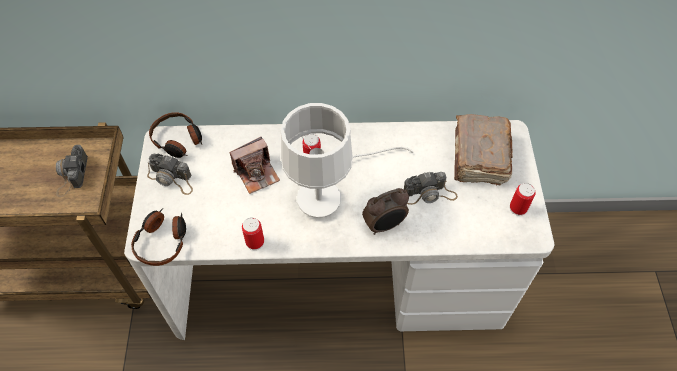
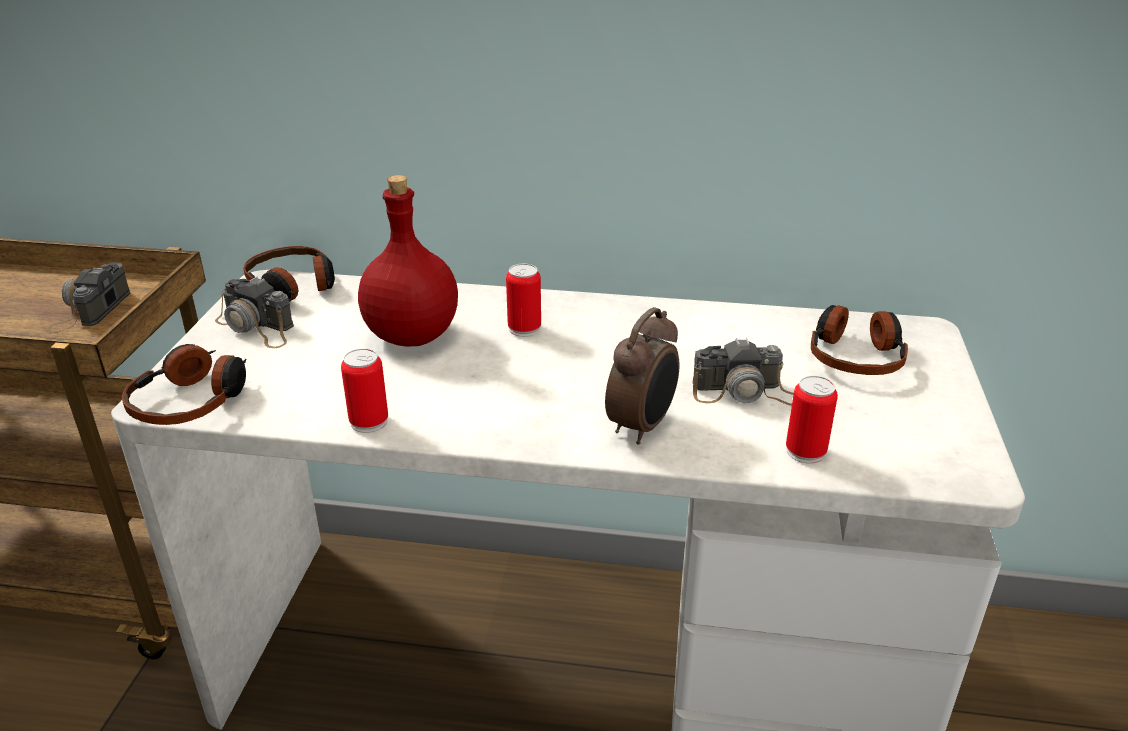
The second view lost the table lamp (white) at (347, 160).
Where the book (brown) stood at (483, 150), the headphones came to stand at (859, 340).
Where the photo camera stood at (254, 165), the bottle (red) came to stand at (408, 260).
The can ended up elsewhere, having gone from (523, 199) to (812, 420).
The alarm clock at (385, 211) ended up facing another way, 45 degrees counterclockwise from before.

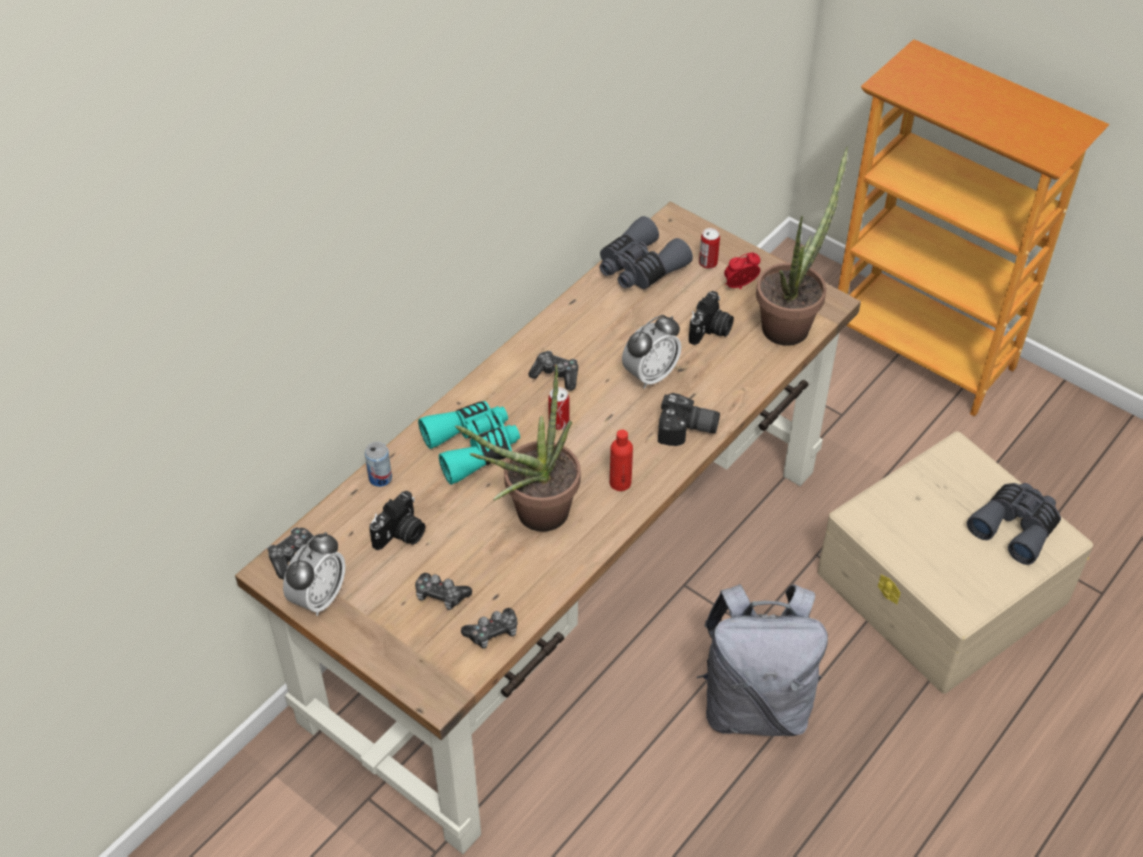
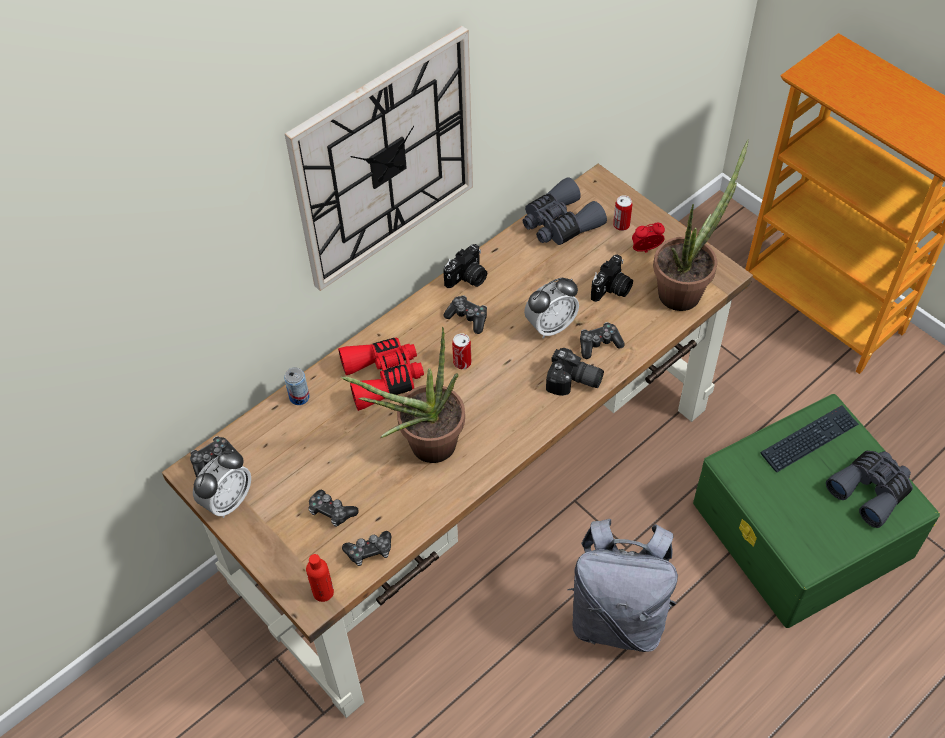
What was the binoculars (turquoise) at (469, 443) turned into the binoculars (red) at (381, 374).
The bottle (red) ended up elsewhere, having gone from (621, 460) to (320, 578).
What was the storage box (beige) at (955, 562) turned into the storage box (green) at (816, 511).
The photo camera ended up elsewhere, having gone from (397, 520) to (465, 266).
The second view gained the wall clock at (379, 158).
The second view gained the game controller at (602, 340).
The second view gained the keyboard at (810, 438).

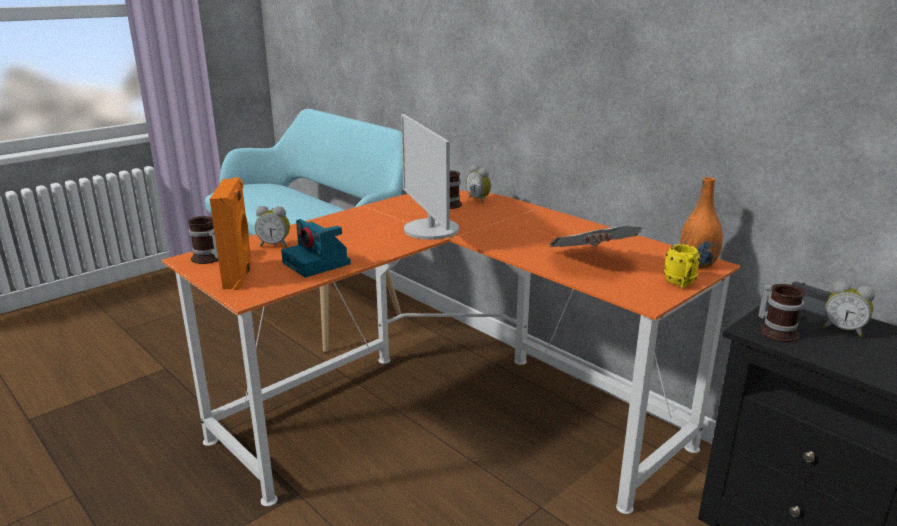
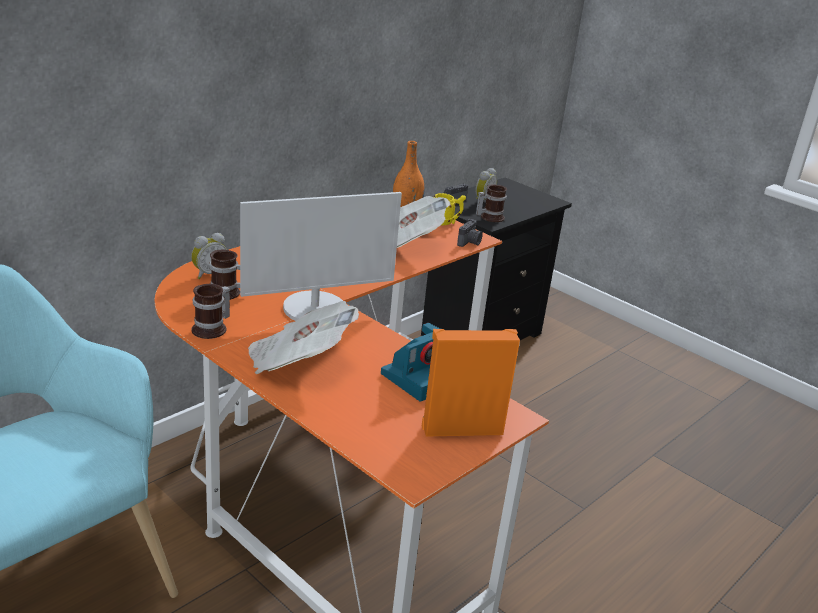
The second view lost the alarm clock at (272, 226).
The mug ended up elsewhere, having gone from (203, 240) to (210, 311).
The second view gained the photo camera at (470, 233).
The second view gained the newspaper at (303, 337).

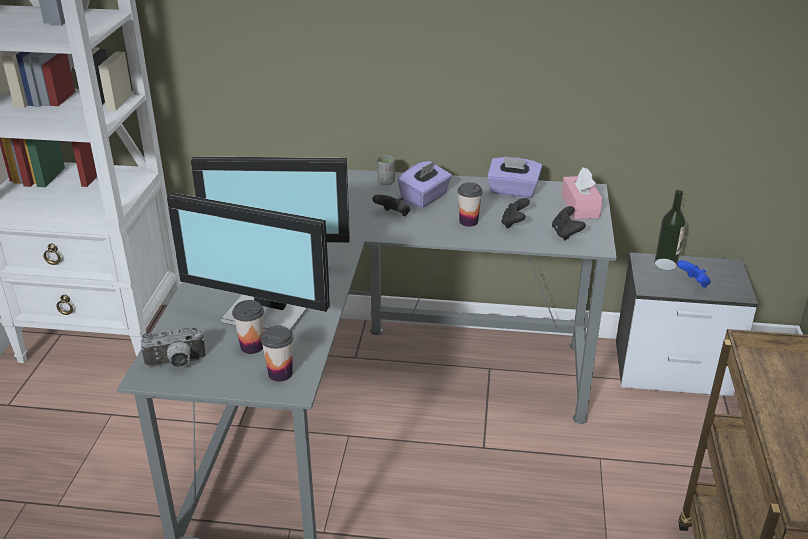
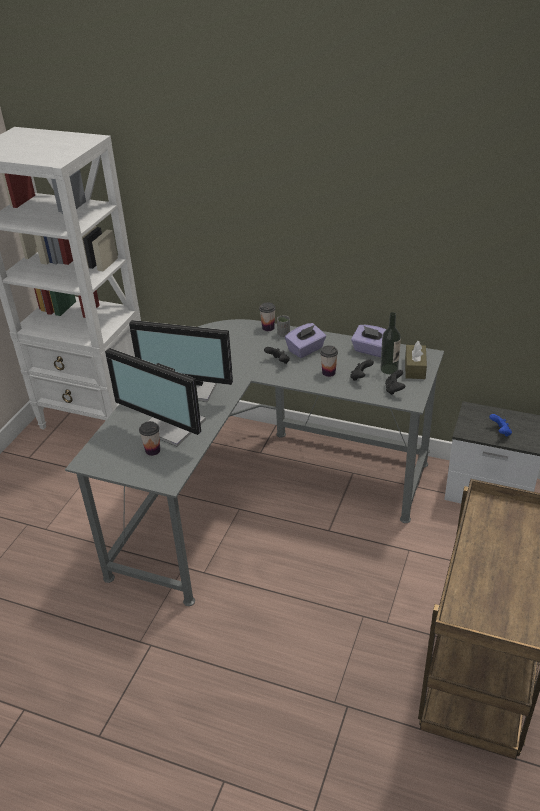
What was the tissue box (pink) at (582, 193) turned into the tissue box (brown) at (416, 360).
The bottle ended up elsewhere, having gone from (670, 230) to (390, 343).
The cup ended up elsewhere, having gone from (277, 354) to (267, 316).
The second view lost the photo camera at (173, 347).

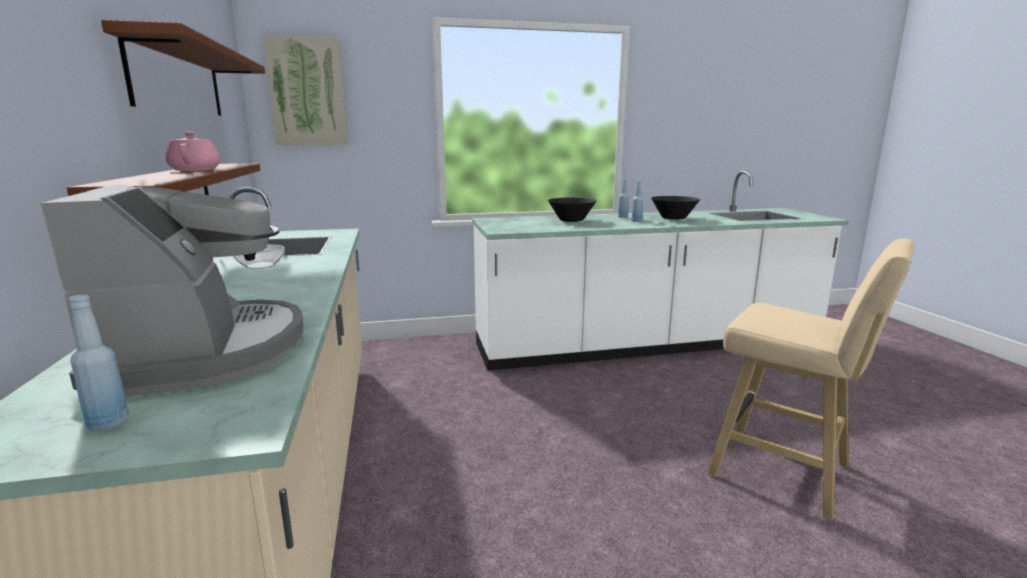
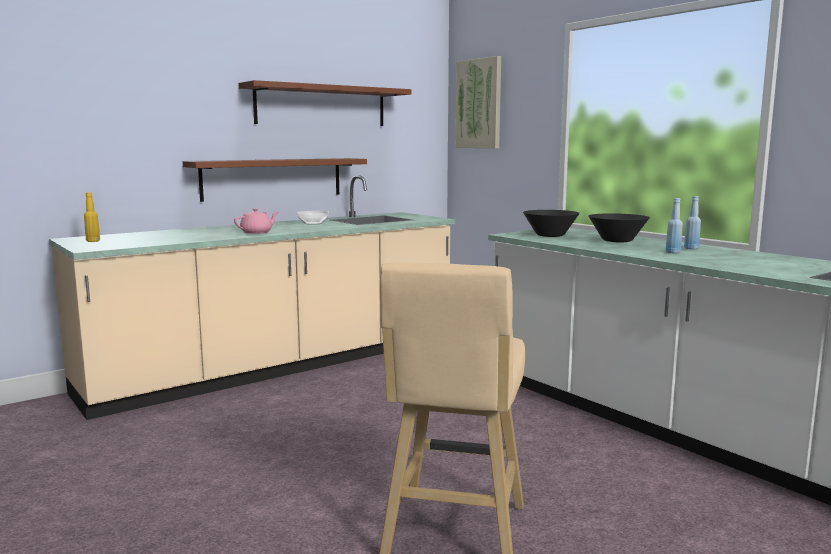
The teapot (pink) ended up elsewhere, having gone from (193, 151) to (256, 221).
The second view lost the coffee machine at (172, 290).
The bowl (black) ended up elsewhere, having gone from (675, 208) to (551, 223).
What was the bottle (blue) at (98, 363) turned into the bottle (yellow) at (92, 217).

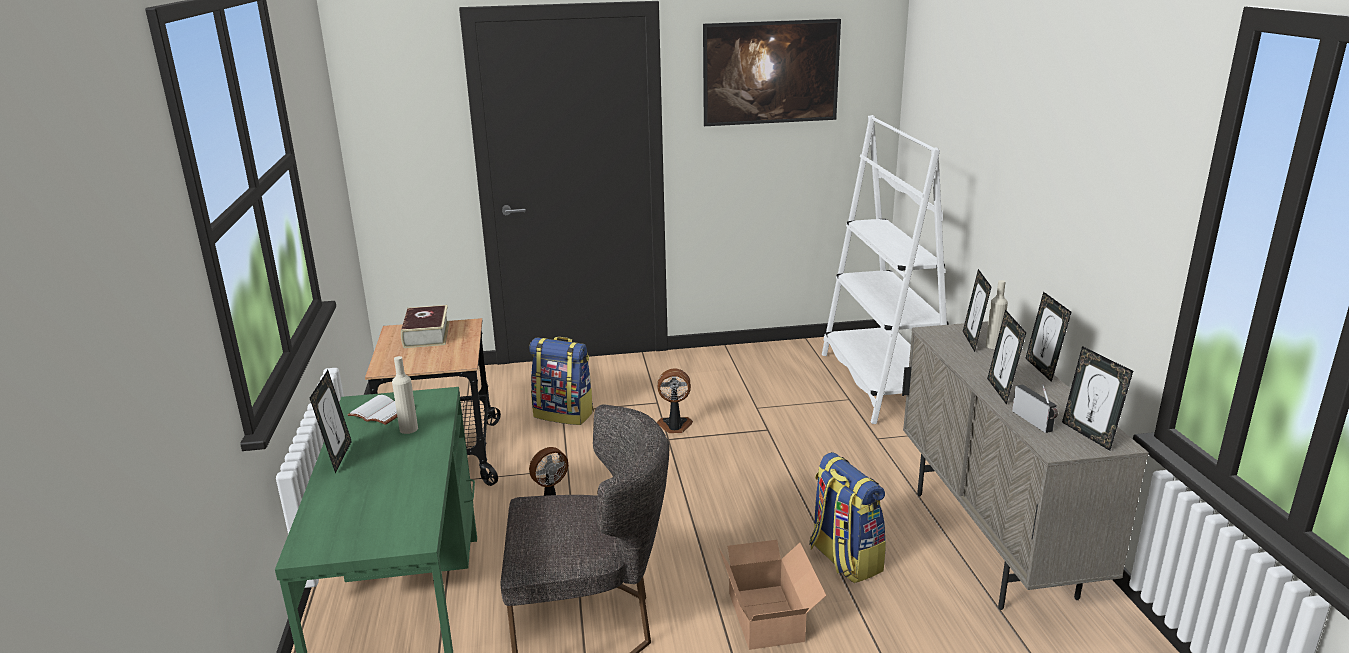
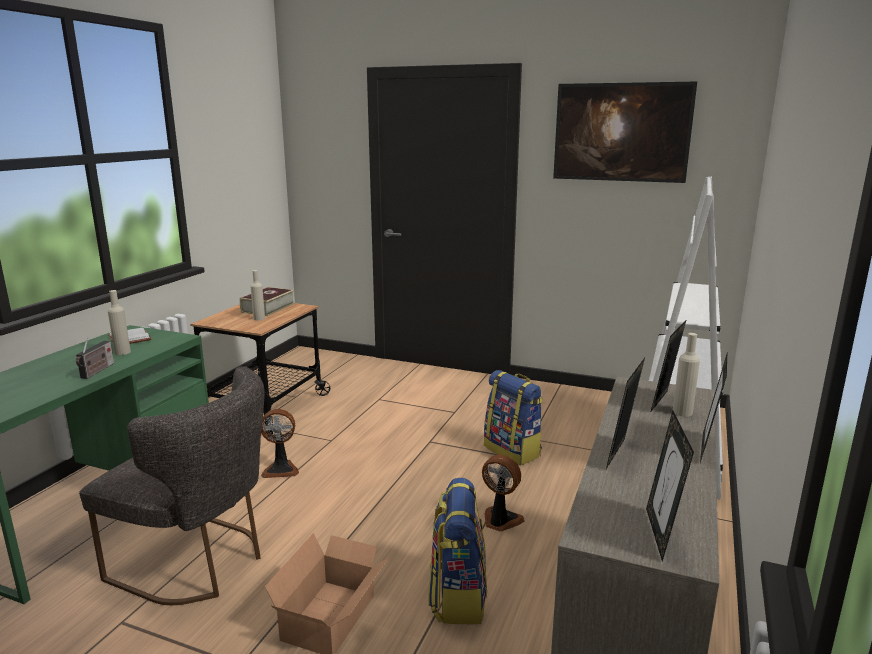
The backpack ended up elsewhere, having gone from (561, 381) to (513, 418).
The fan ended up elsewhere, having gone from (675, 400) to (503, 493).
The second view lost the picture frame at (331, 422).
The radio ended up elsewhere, having gone from (1035, 408) to (95, 358).
The second view gained the bottle (beige) at (257, 295).

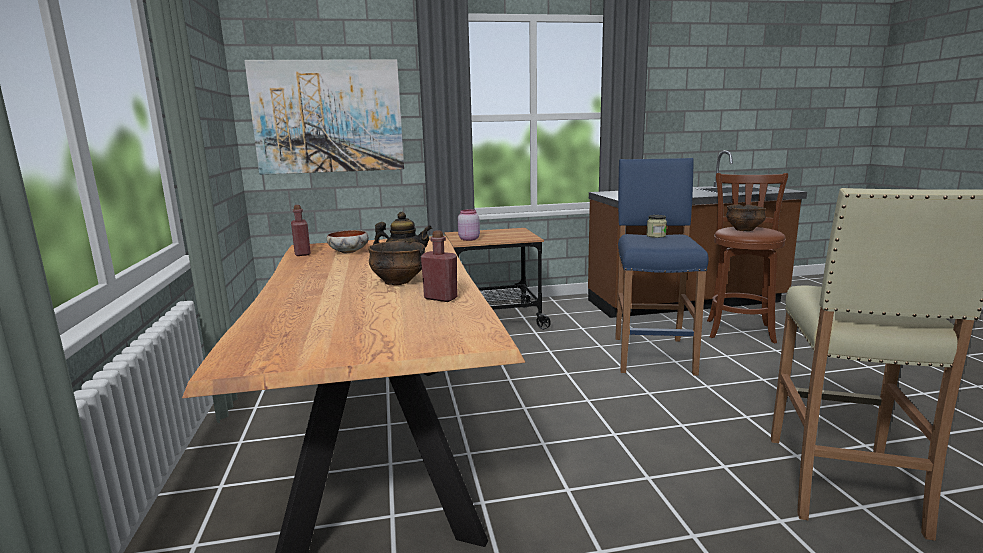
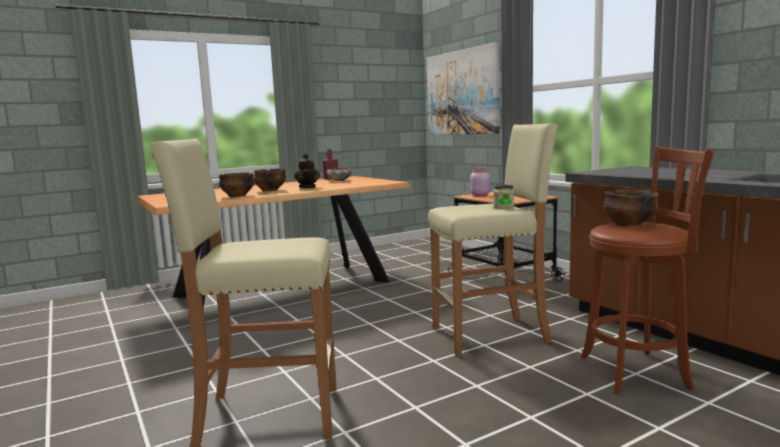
What was the stool (blue) at (662, 267) turned into the stool (beige) at (493, 239).
Where the bottle (red) stood at (439, 266), the bowl came to stand at (237, 184).

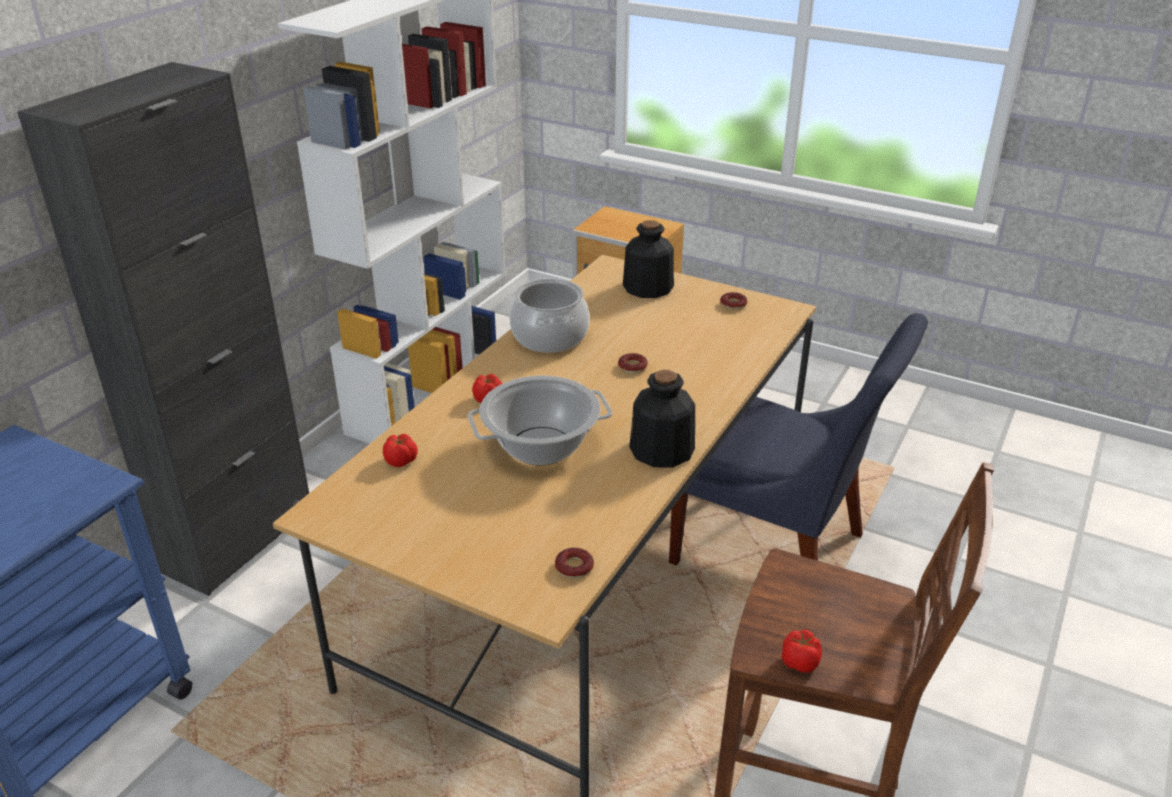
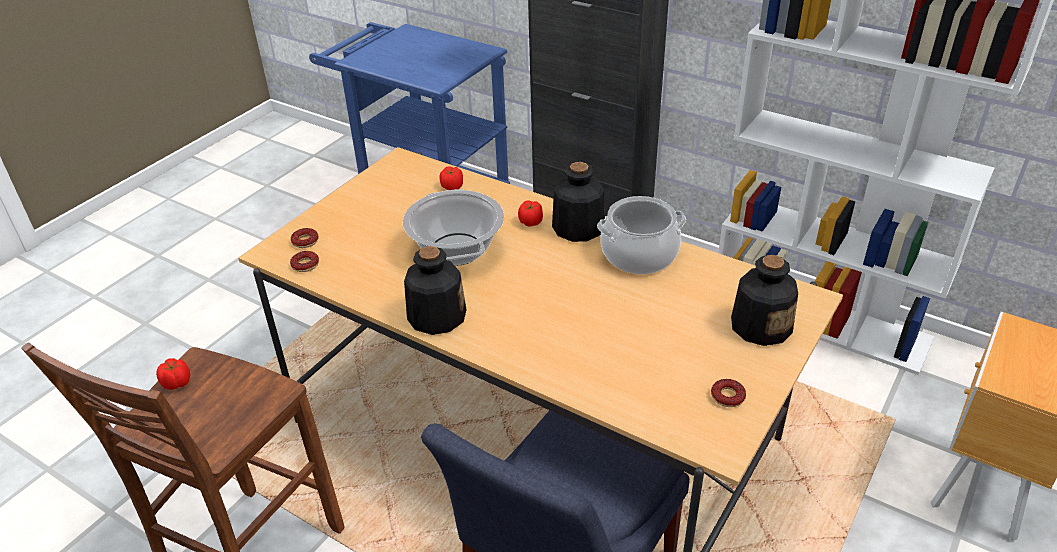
The donut ended up elsewhere, having gone from (633, 363) to (305, 238).
The second view gained the bottle at (578, 202).

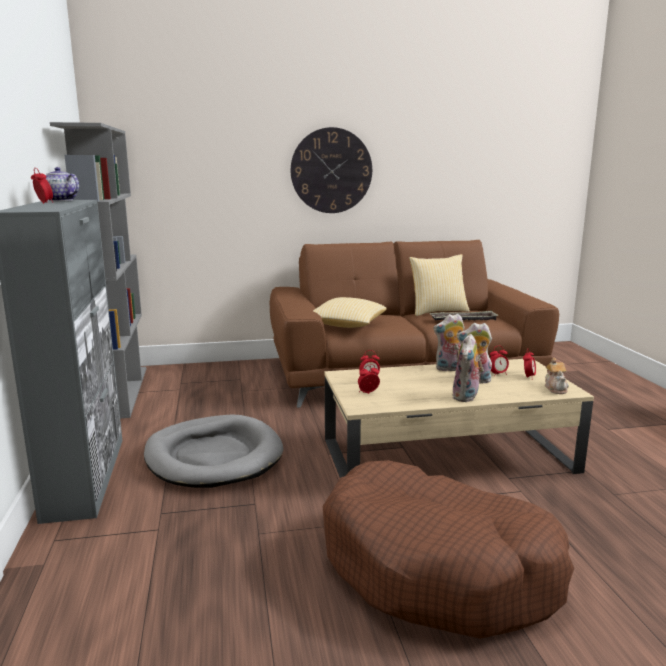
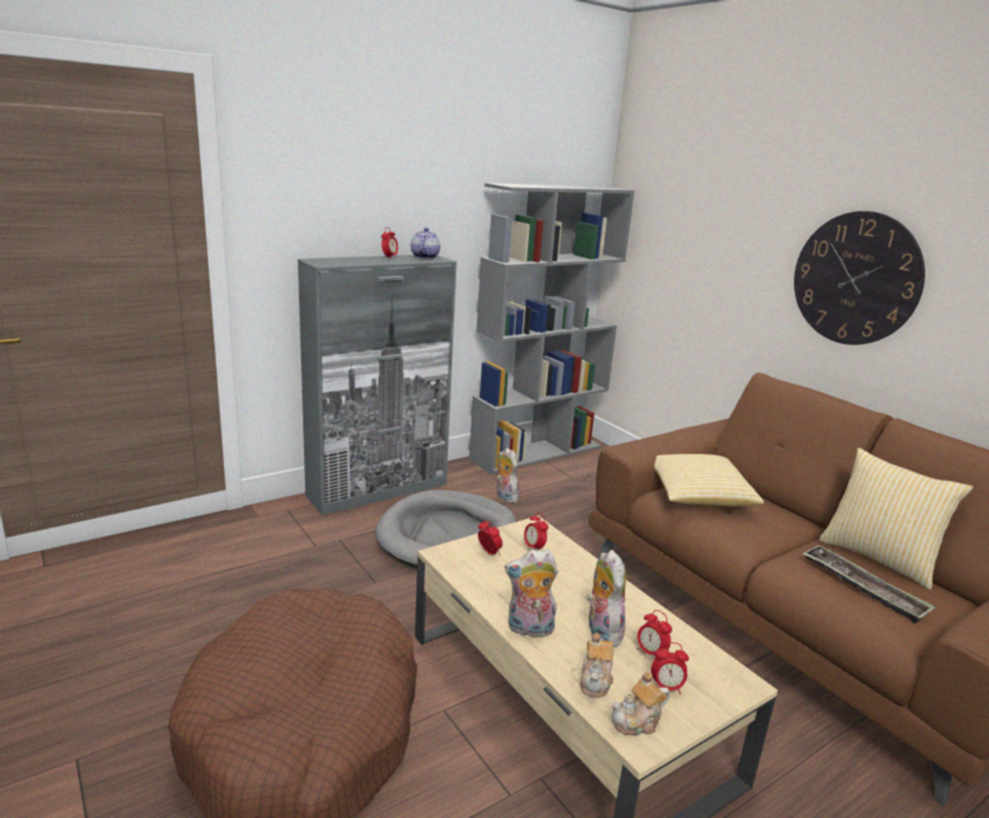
The plush toy ended up elsewhere, having gone from (449, 342) to (508, 475).
The second view gained the teapot at (597, 665).

